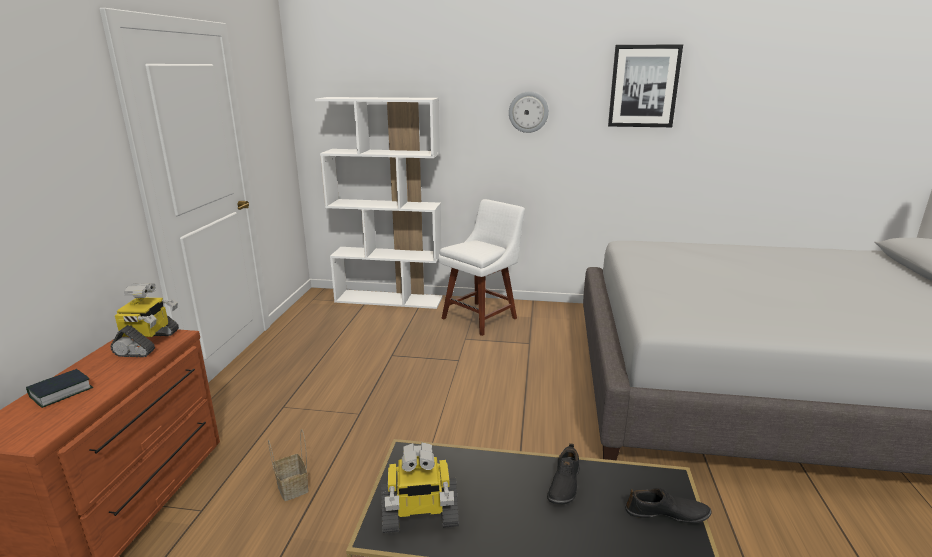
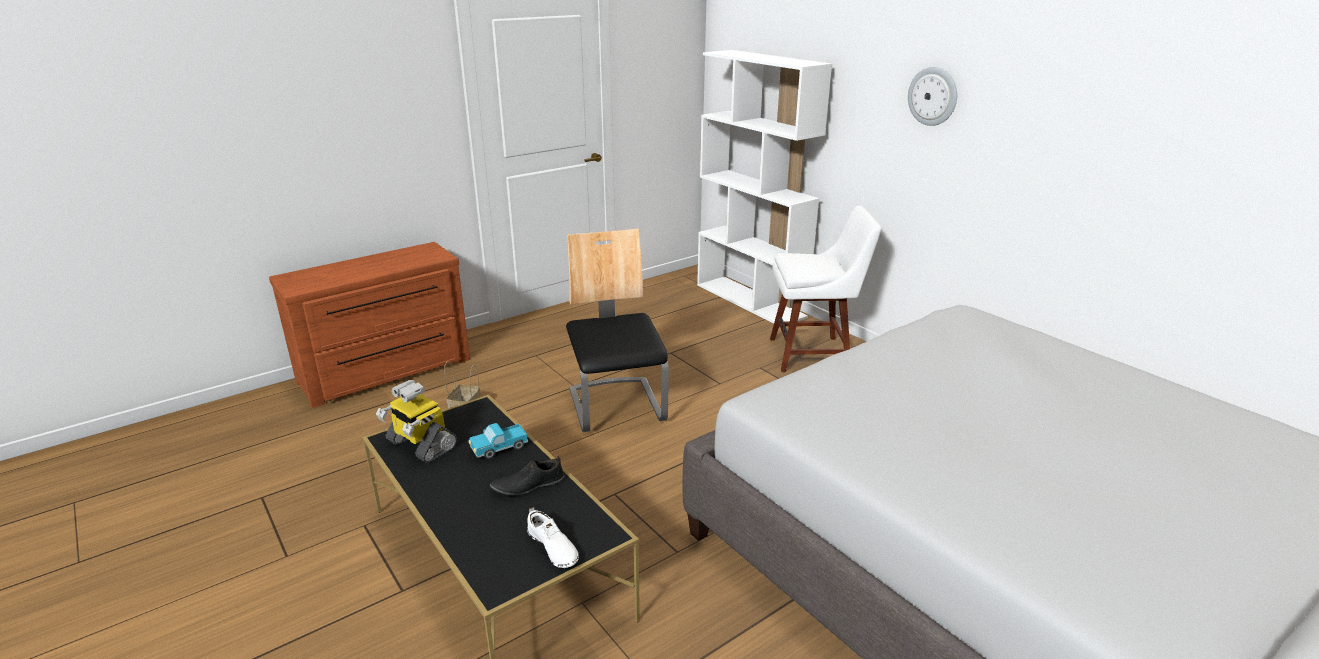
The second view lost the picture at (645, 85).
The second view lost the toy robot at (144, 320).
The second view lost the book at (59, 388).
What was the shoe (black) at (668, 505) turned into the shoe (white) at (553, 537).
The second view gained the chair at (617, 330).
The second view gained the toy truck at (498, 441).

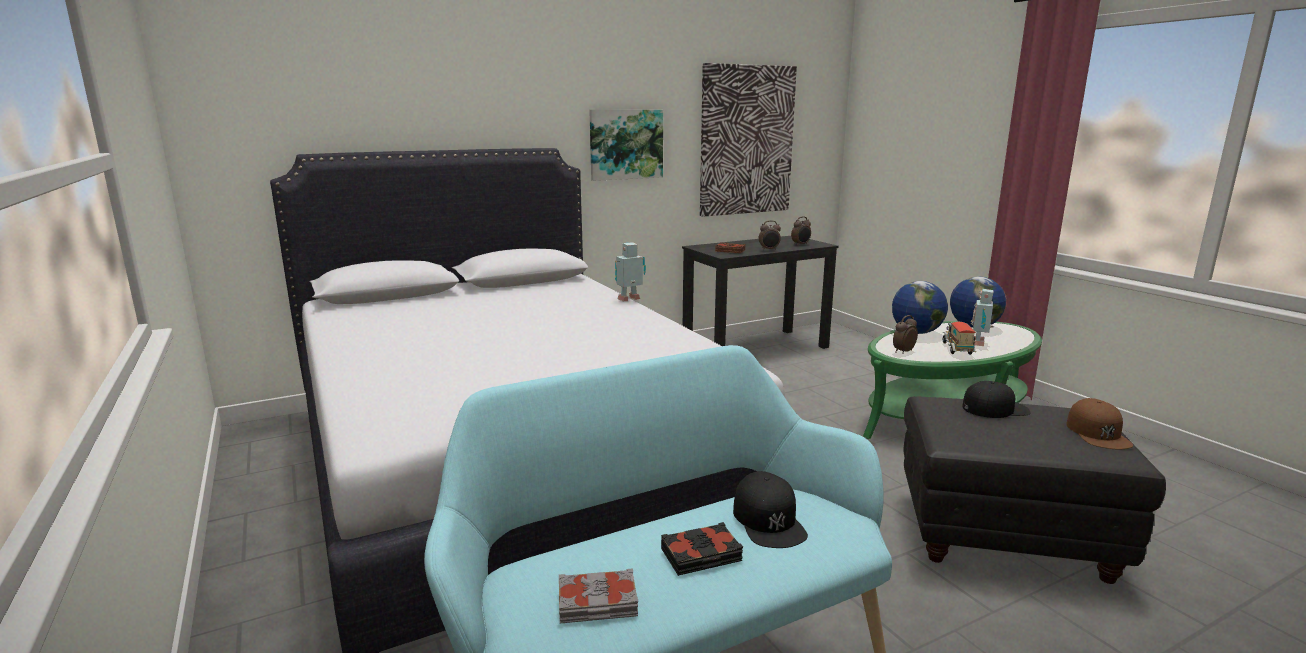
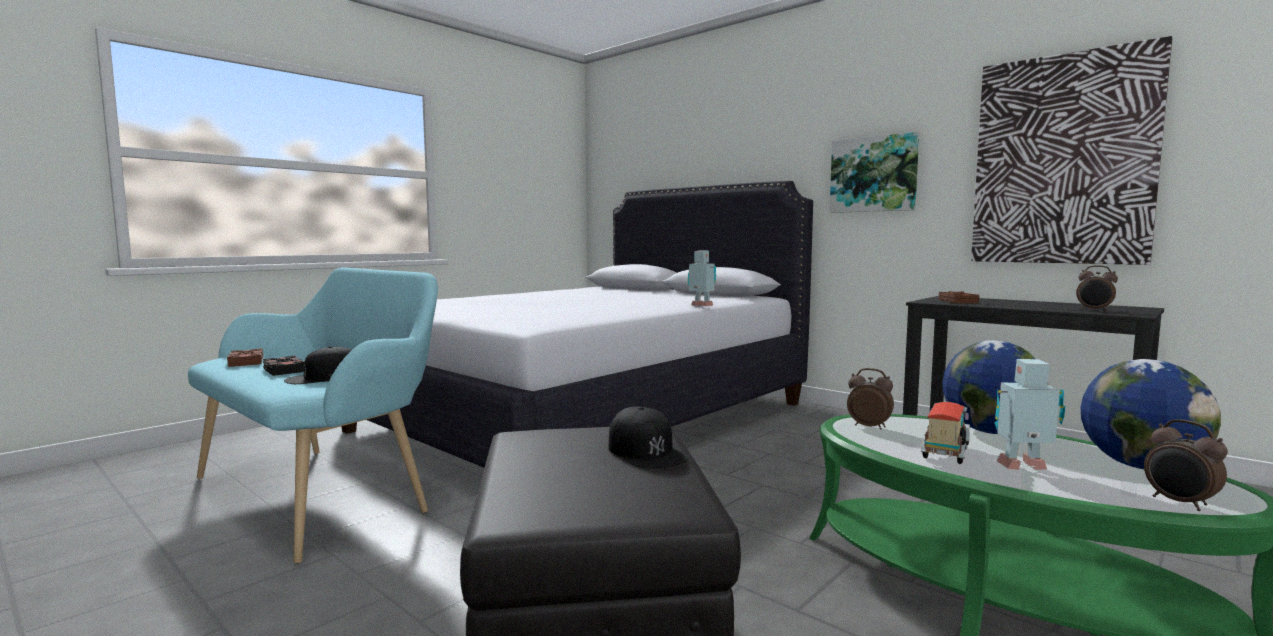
The alarm clock ended up elsewhere, having gone from (770, 235) to (1186, 465).
The toy truck at (959, 338) ended up facing another way, 45 degrees counterclockwise from before.
The second view lost the cap (brown) at (1099, 423).
What was the book (grey) at (598, 595) turned into the book (brown) at (245, 357).

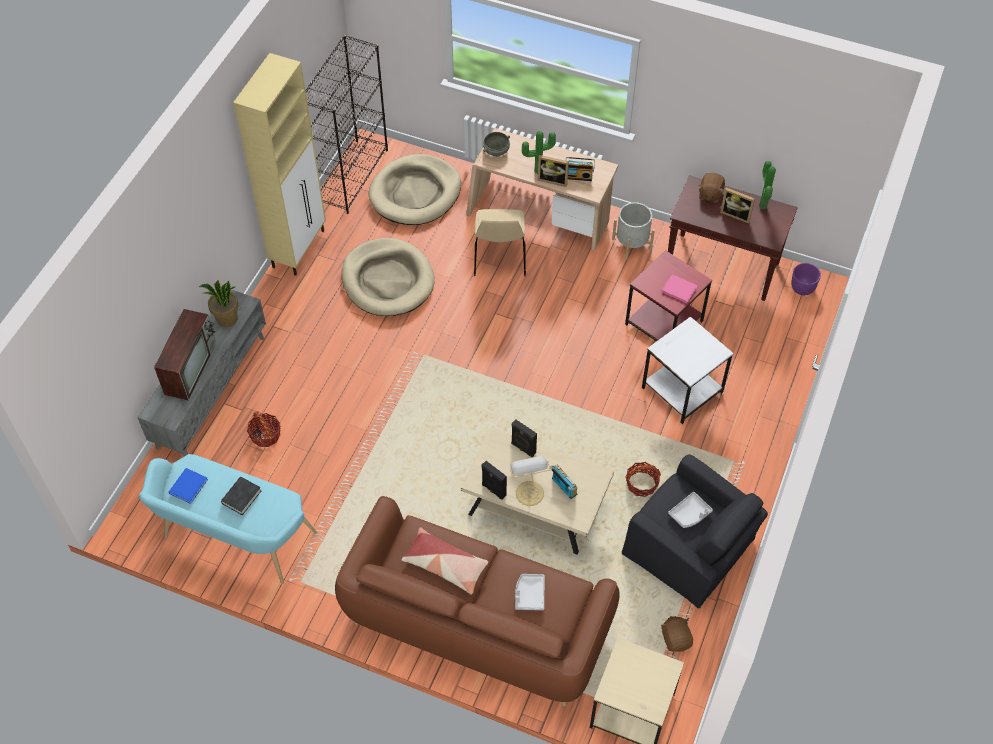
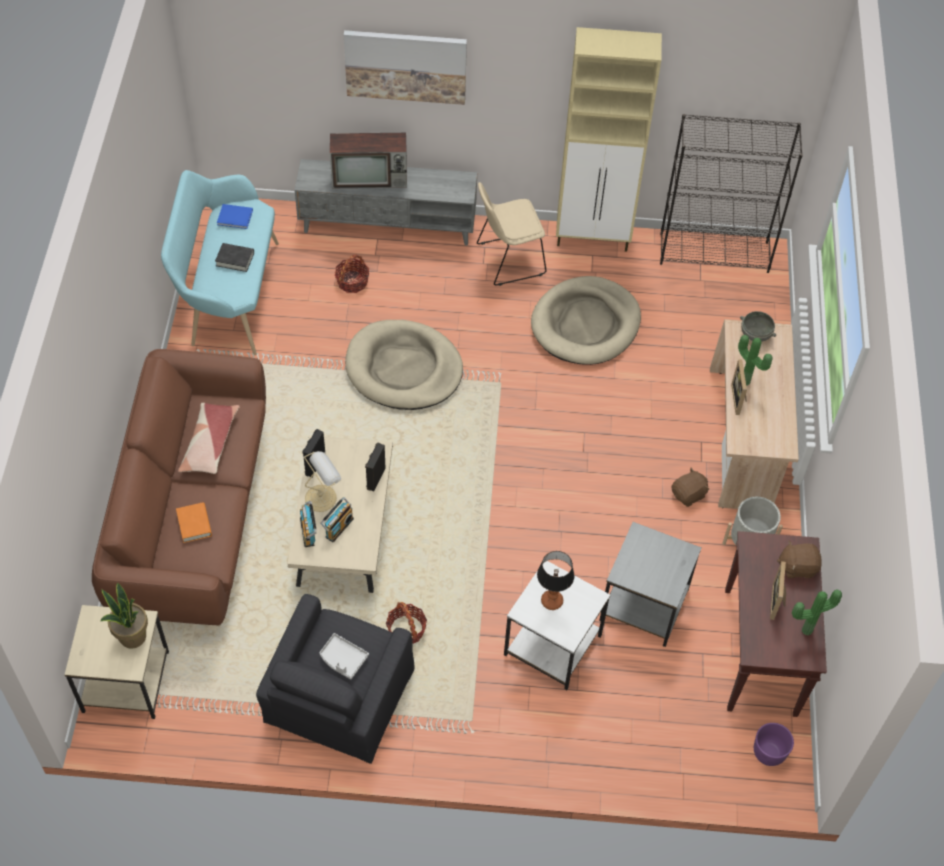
The dog bed (beige) ended up elsewhere, having gone from (415, 189) to (404, 365).
The radio ended up elsewhere, having gone from (580, 169) to (308, 524).
The chair (beige) ended up elsewhere, having gone from (500, 242) to (512, 234).
What was the side table (red) at (668, 296) turned into the side table (grey) at (650, 584).
The second view lost the book (pink) at (680, 288).
The potted plant ended up elsewhere, having gone from (218, 303) to (124, 616).
Where the tray (grey) stood at (529, 592), the book (orange) came to stand at (194, 522).
The plush toy (brown) ended up elsewhere, having gone from (677, 634) to (690, 487).
The second view gained the picture at (405, 67).
The second view gained the table lamp at (555, 580).

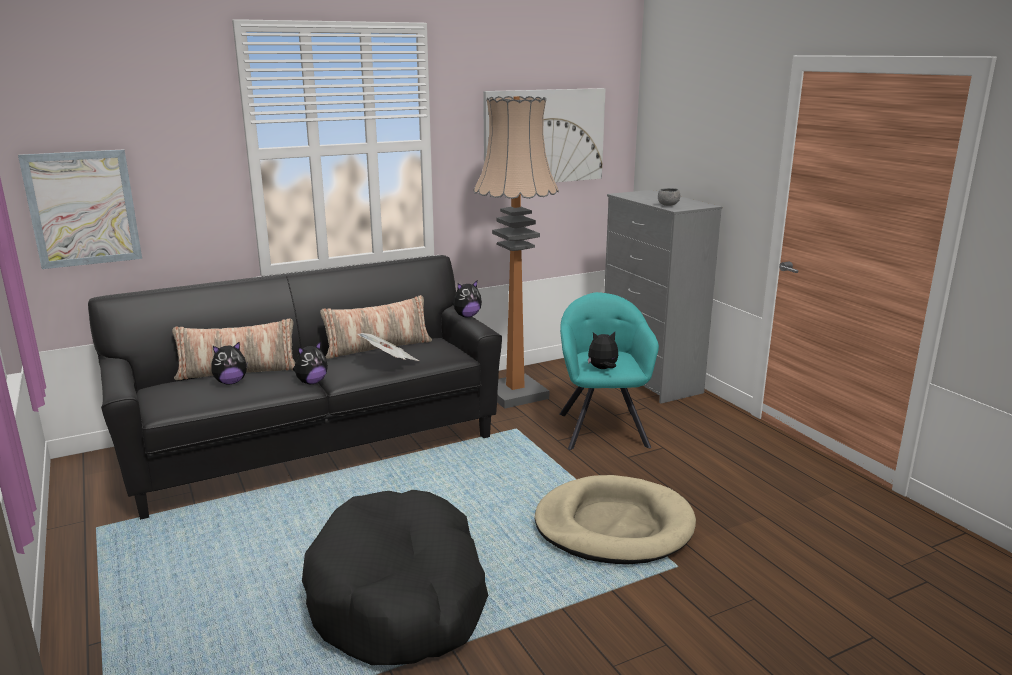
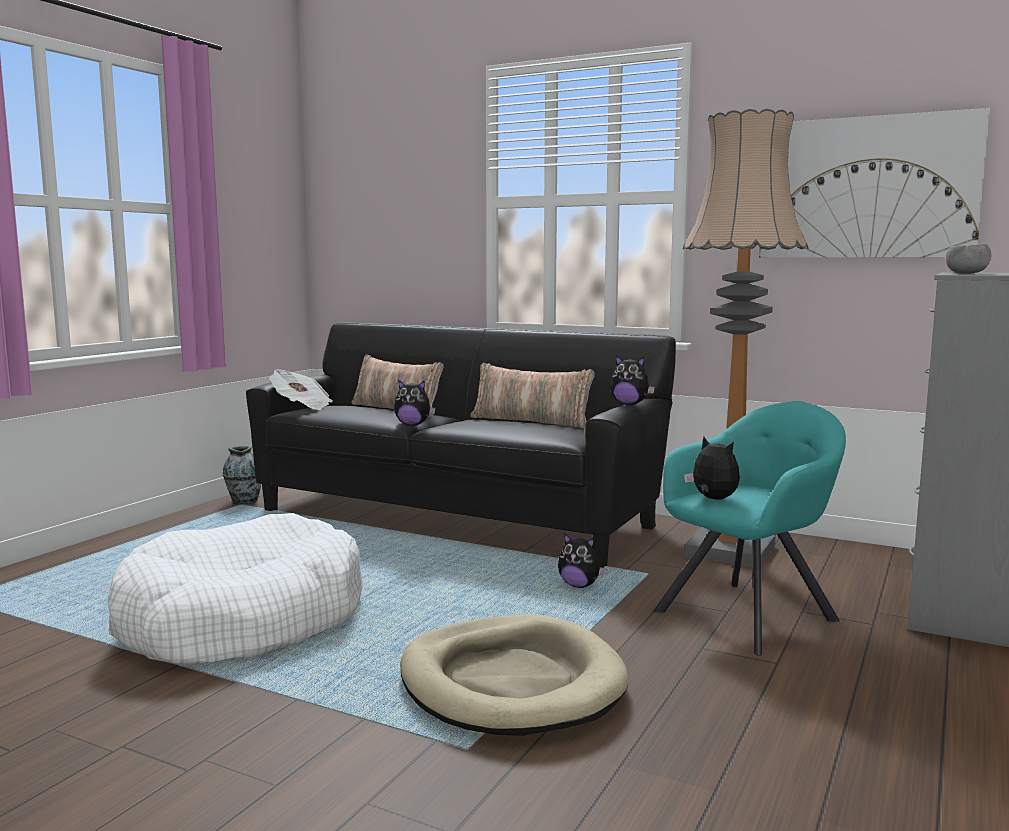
The second view lost the picture at (80, 209).
The newspaper ended up elsewhere, having gone from (388, 347) to (301, 389).
The plush toy ended up elsewhere, having gone from (229, 363) to (582, 560).
What was the dog bed (black) at (395, 577) turned into the dog bed (white) at (235, 589).
The second view gained the vase at (242, 475).

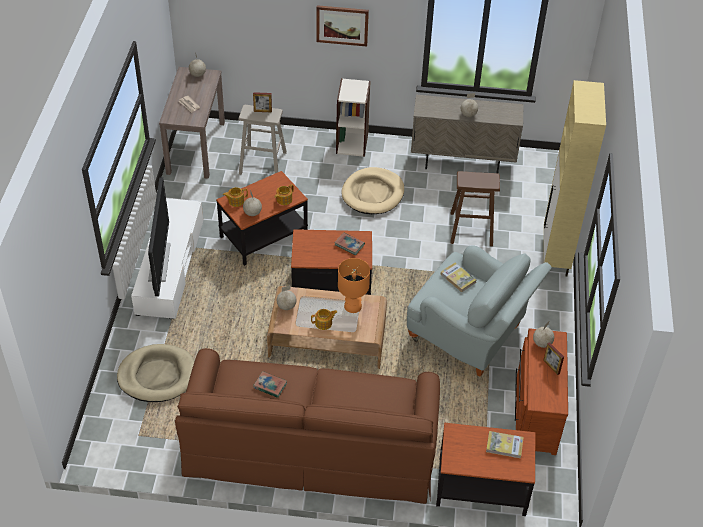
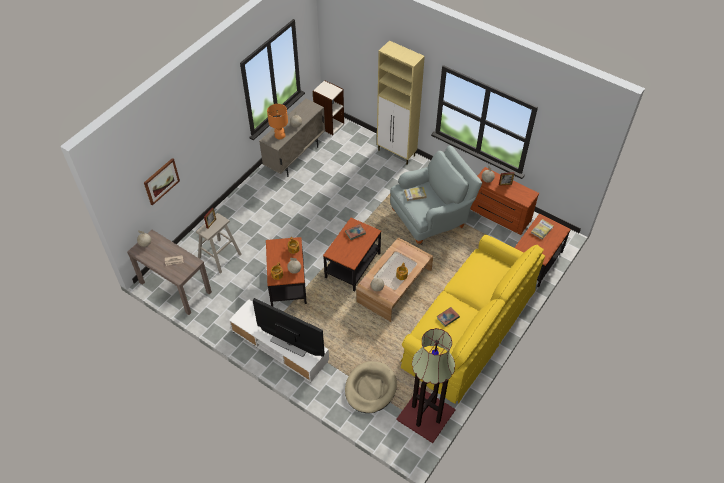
The picture ended up elsewhere, having gone from (342, 25) to (162, 181).
The bookcase ended up elsewhere, having gone from (353, 117) to (328, 107).
The second view lost the dog bed (beige) at (372, 190).
The second view lost the stool (brown) at (475, 208).
The table lamp (orange) ended up elsewhere, having gone from (354, 285) to (277, 121).
What was the sofa (brown) at (307, 426) turned into the sofa (yellow) at (473, 319).
The second view gained the floor lamp at (426, 385).

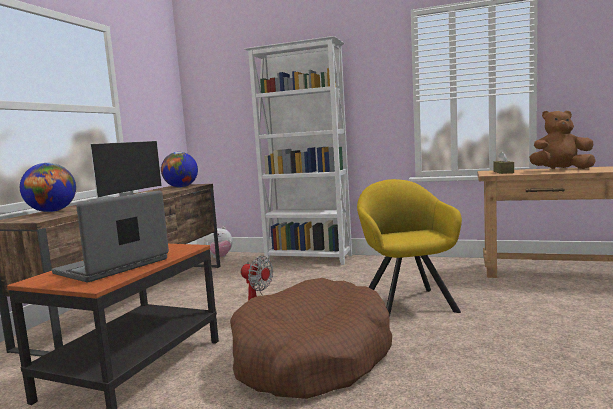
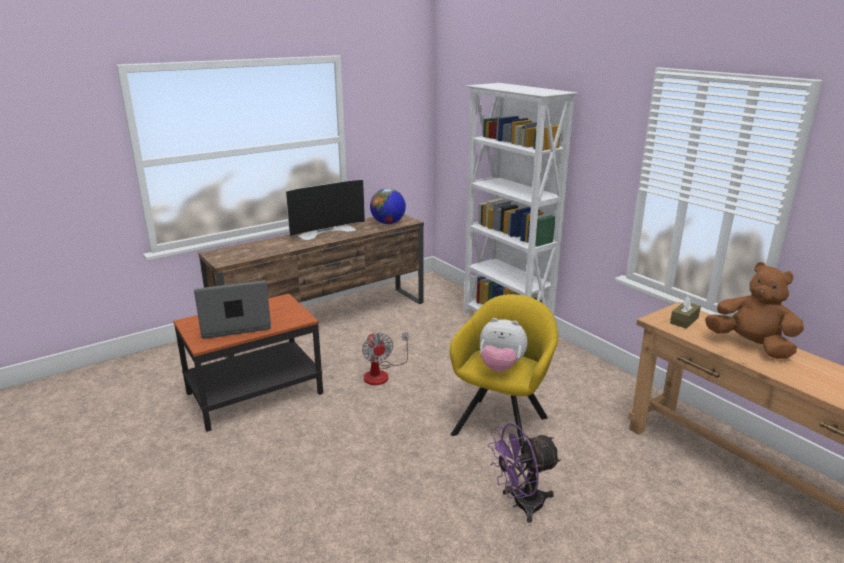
The second view lost the globe at (48, 187).
The plush toy ended up elsewhere, having gone from (218, 242) to (503, 345).
The second view lost the dog bed (brown) at (311, 338).
The second view gained the fan (purple) at (524, 473).

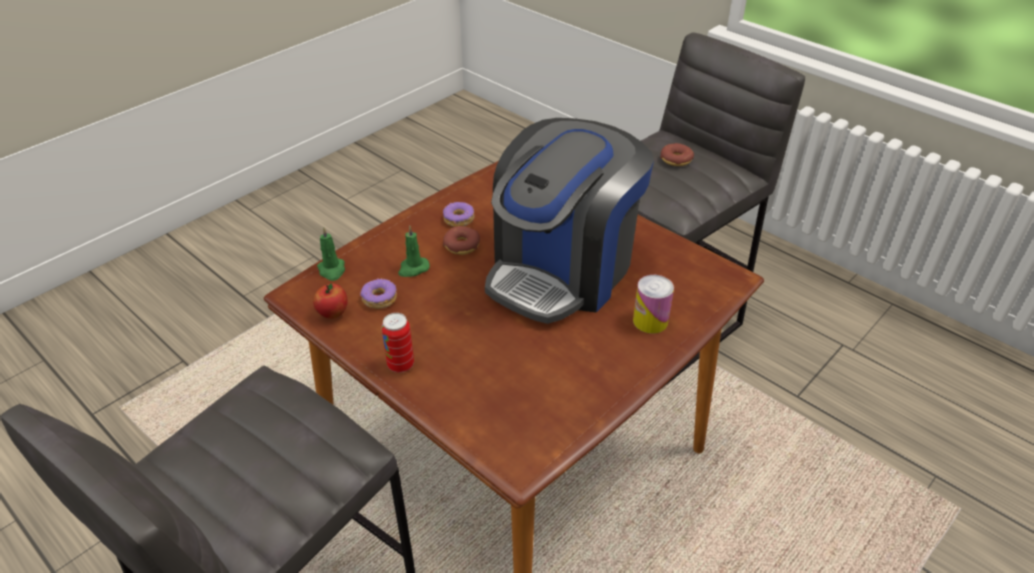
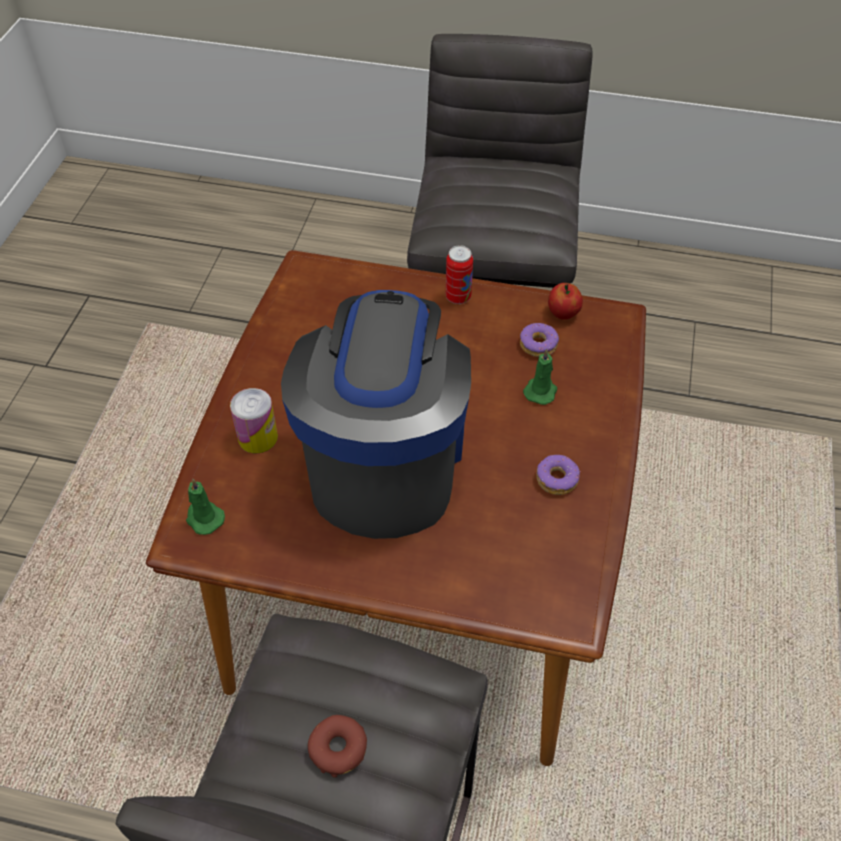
The second view lost the donut at (461, 240).
The candle (green) ended up elsewhere, having gone from (331, 254) to (205, 507).

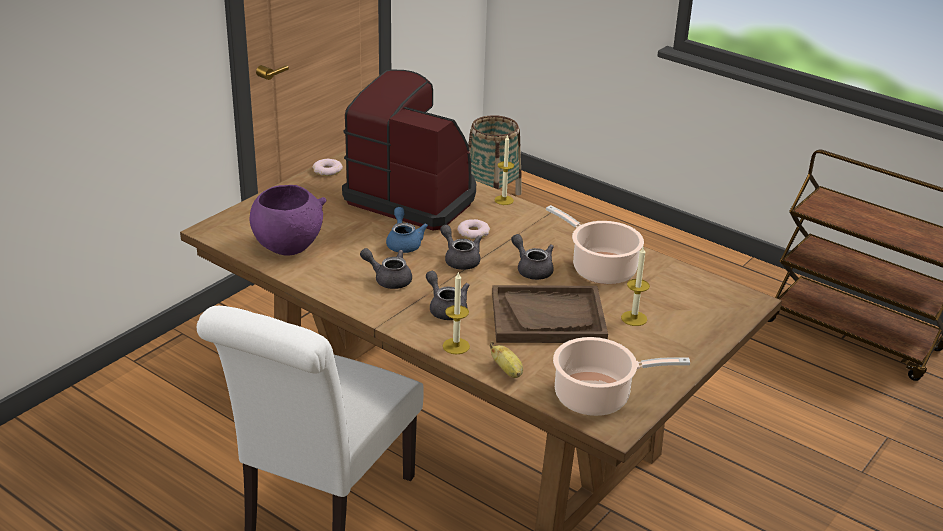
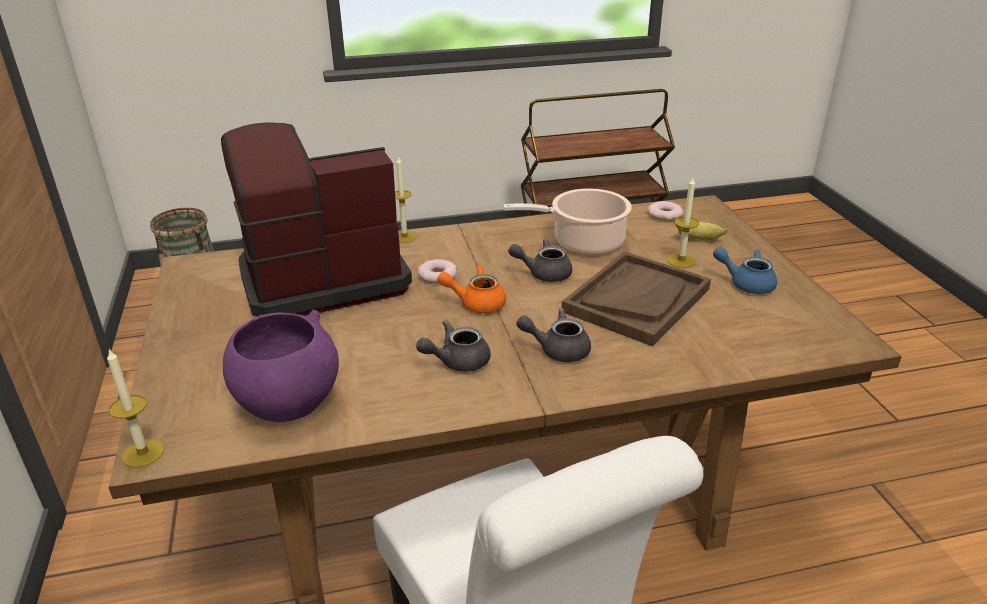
The donut ended up elsewhere, having gone from (328, 167) to (665, 211).
The teapot (blue) ended up elsewhere, having gone from (407, 230) to (745, 270).
What was the teapot (grey) at (461, 247) turned into the teapot (orange) at (471, 289).
The candle ended up elsewhere, having gone from (456, 312) to (135, 407).
The second view lost the cooking pot at (621, 376).
The banana ended up elsewhere, having gone from (506, 360) to (701, 230).

